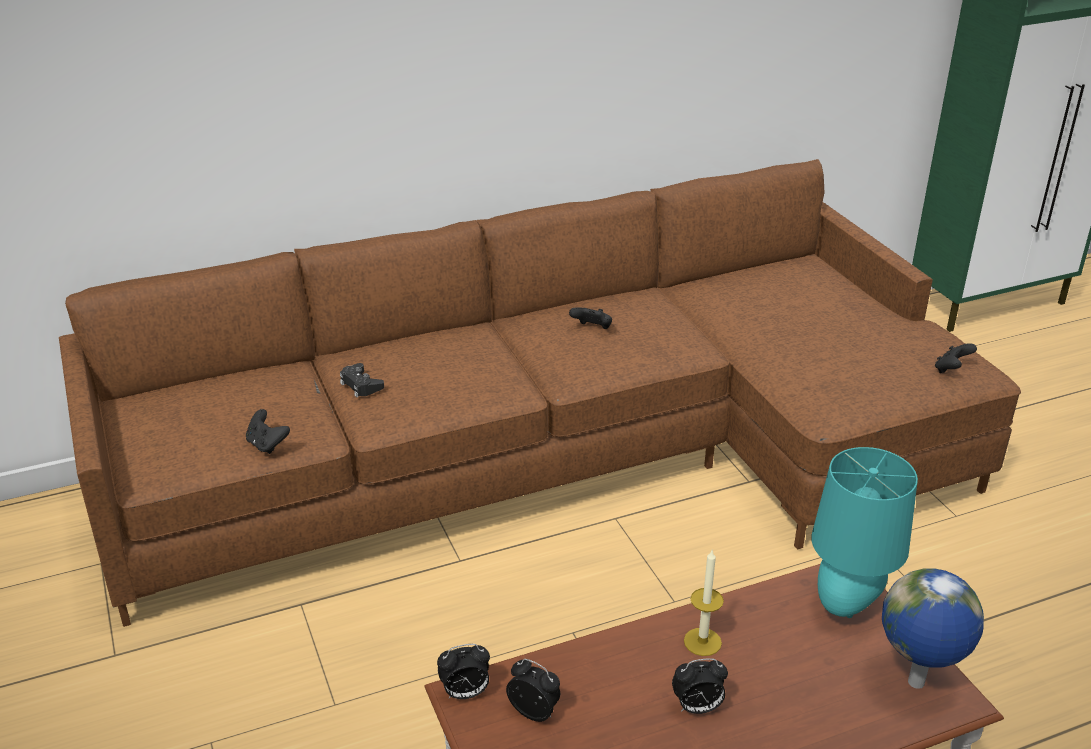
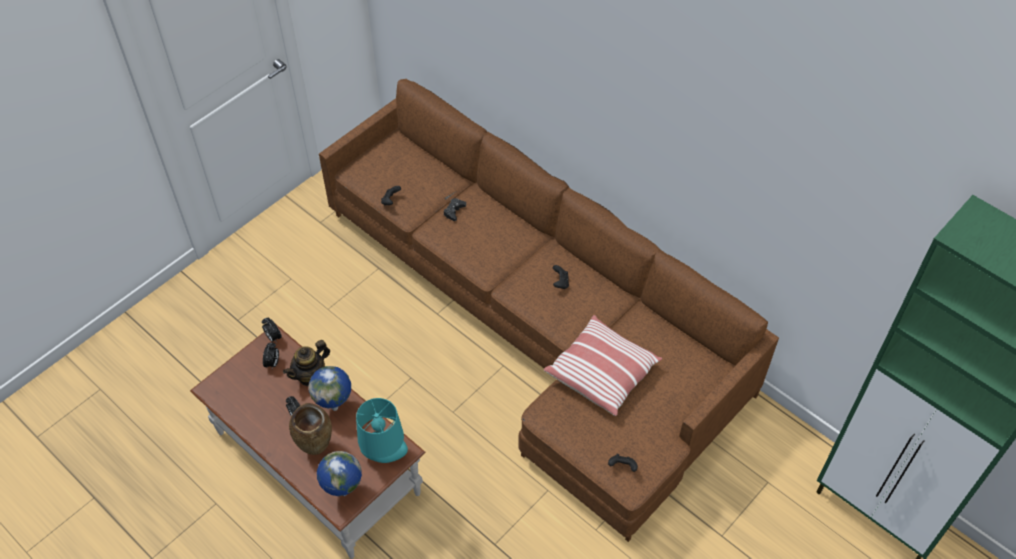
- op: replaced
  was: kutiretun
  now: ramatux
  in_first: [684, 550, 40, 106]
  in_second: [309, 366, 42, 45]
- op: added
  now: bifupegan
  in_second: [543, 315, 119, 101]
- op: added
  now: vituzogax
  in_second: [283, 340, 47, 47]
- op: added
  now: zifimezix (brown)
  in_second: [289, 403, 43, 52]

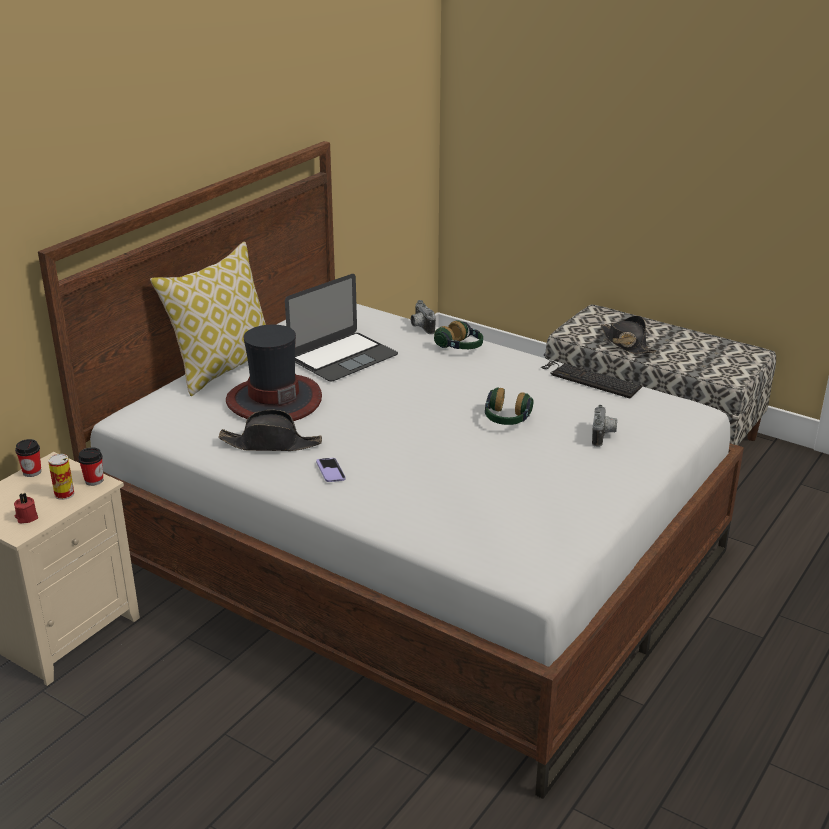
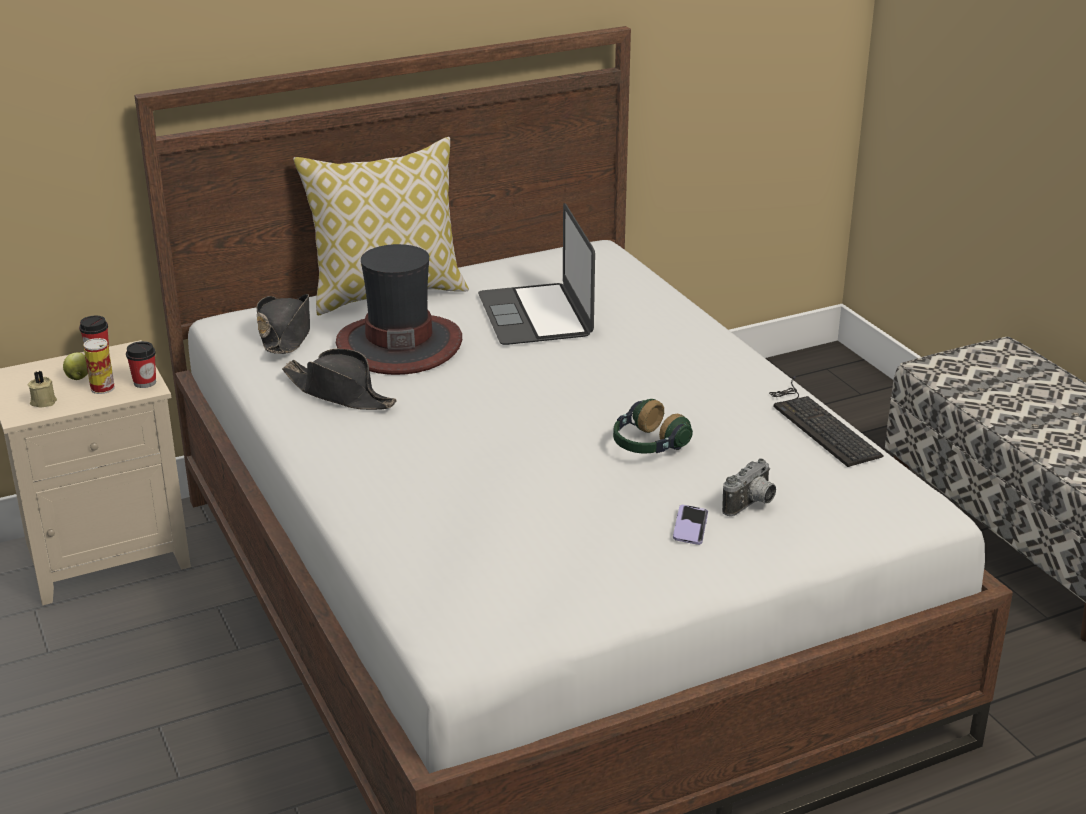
- op: turned
  was: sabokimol
  in_first: [285, 274, 113, 108]
  in_second: [478, 203, 117, 142]
  clockwise: 90
- op: removed
  was: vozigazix
  in_first: [411, 300, 25, 34]
- op: moved
  was: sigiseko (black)
  in_first: [600, 316, 57, 38]
  in_second: [256, 294, 54, 60]
- op: removed
  was: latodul
  in_first: [434, 320, 49, 29]
- op: moved
  was: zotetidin
  in_first: [316, 458, 30, 24]
  in_second: [673, 505, 35, 40]
- op: recoloured
  was: kutiretun (red)
  now: kutiretun (beige)
  in_first: [14, 493, 24, 30]
  in_second: [27, 371, 30, 37]
- op: added
  now: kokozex
  in_second: [63, 352, 25, 28]

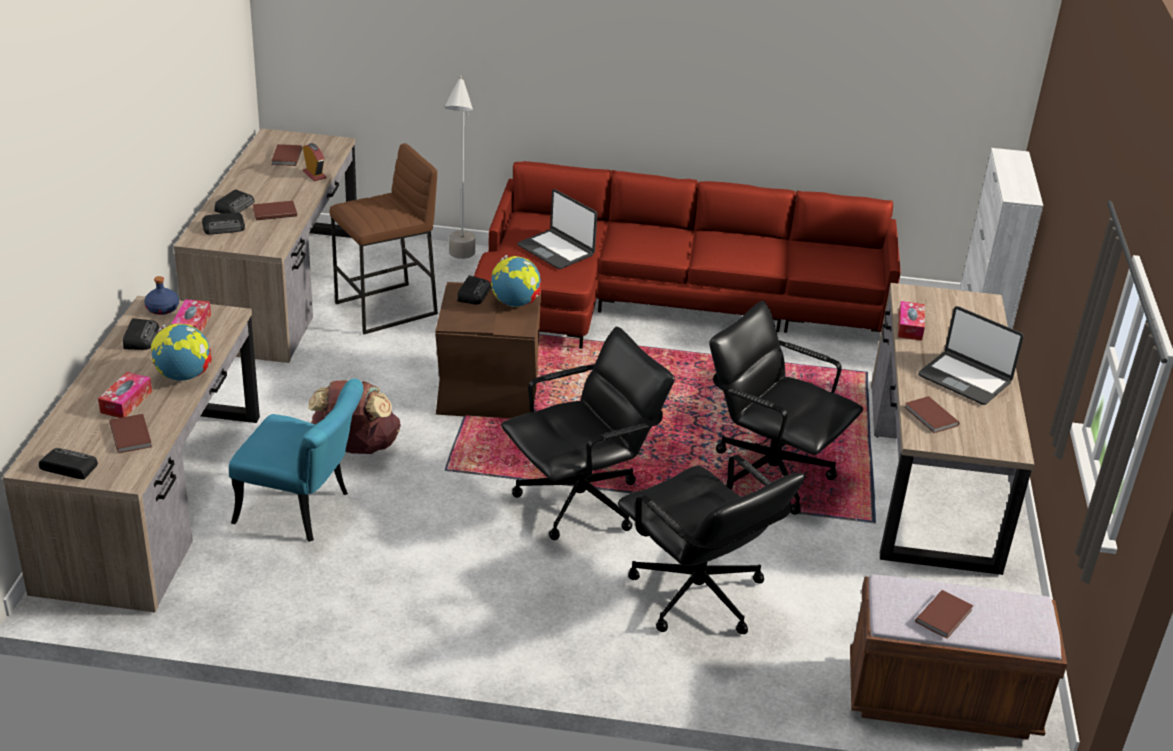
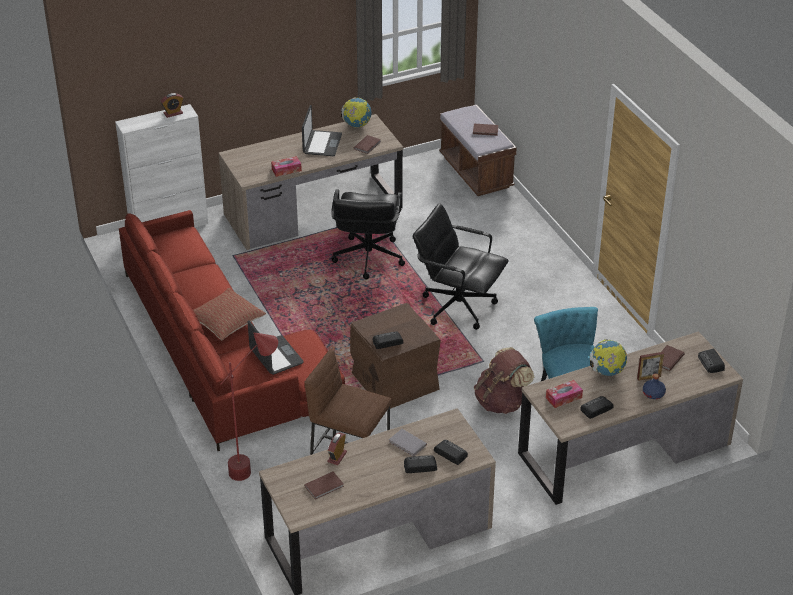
- op: recoloured
  was: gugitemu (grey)
  now: gugitemu (red)
  in_first: [444, 75, 31, 184]
  in_second: [220, 332, 58, 149]
- op: turned
  was: sabokimol
  in_first: [517, 189, 80, 80]
  in_second: [248, 321, 56, 54]
  clockwise: -45
- op: recoloured
  was: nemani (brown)
  now: nemani (grey)
  in_first: [253, 201, 44, 19]
  in_second: [389, 429, 38, 28]
- op: moved
  was: ramatux
  in_first: [491, 255, 50, 52]
  in_second: [341, 98, 30, 29]
- op: moved
  was: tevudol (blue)
  in_first: [144, 276, 35, 39]
  in_second: [643, 374, 23, 25]
- op: replaced
  was: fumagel
  now: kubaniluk
  in_first: [98, 372, 54, 46]
  in_second: [637, 352, 27, 29]
- op: removed
  was: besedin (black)
  in_first: [618, 455, 187, 179]
- op: added
  now: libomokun
  in_second: [161, 93, 22, 25]
- op: added
  now: bifupegan
  in_second: [193, 288, 73, 52]

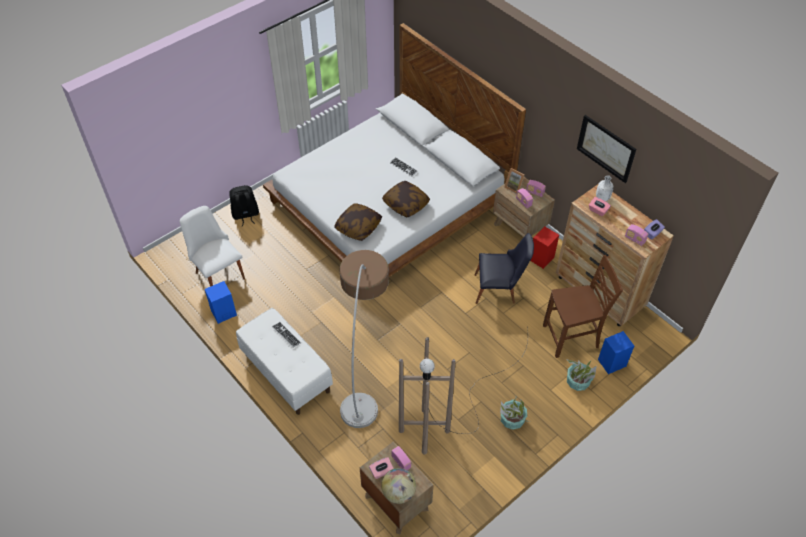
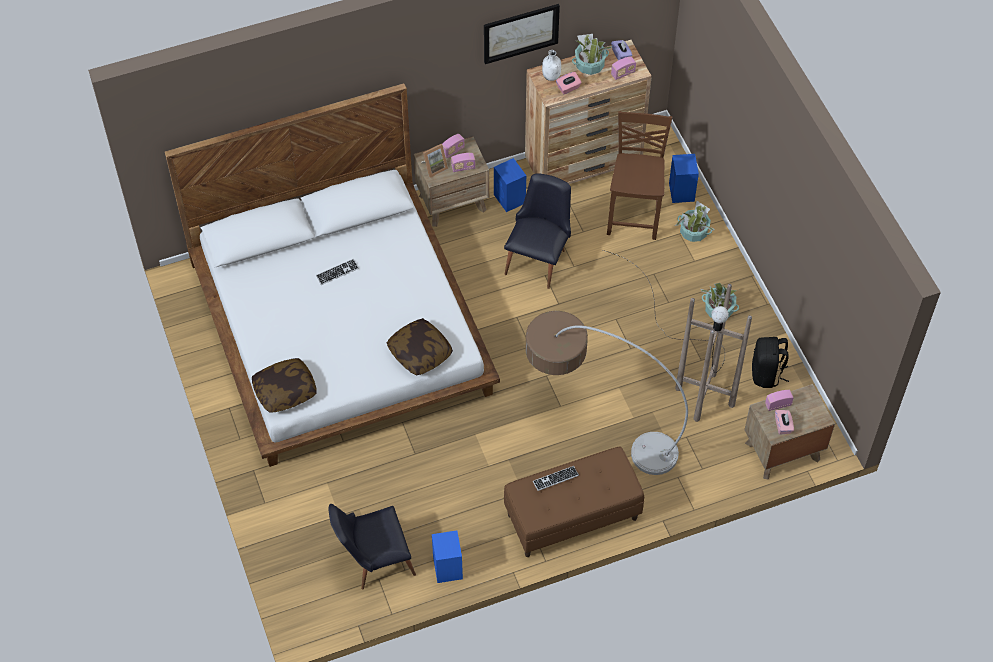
- op: moved
  was: bifupegan
  in_first: [382, 181, 48, 36]
  in_second: [252, 358, 65, 55]
- op: moved
  was: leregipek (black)
  in_first: [229, 185, 30, 42]
  in_second: [752, 337, 37, 51]
- op: recoloured
  was: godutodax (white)
  now: godutodax (black)
  in_first: [180, 206, 65, 81]
  in_second: [329, 504, 87, 85]
- op: recoloured
  was: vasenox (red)
  now: vasenox (blue)
  in_first: [530, 226, 29, 43]
  in_second: [494, 158, 32, 54]
- op: recoloured
  was: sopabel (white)
  now: sopabel (brown)
  in_first: [236, 308, 97, 107]
  in_second: [504, 446, 140, 111]
- op: removed
  was: ramatux
  in_first: [381, 468, 35, 36]
- op: added
  now: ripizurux
  in_second: [572, 34, 41, 41]

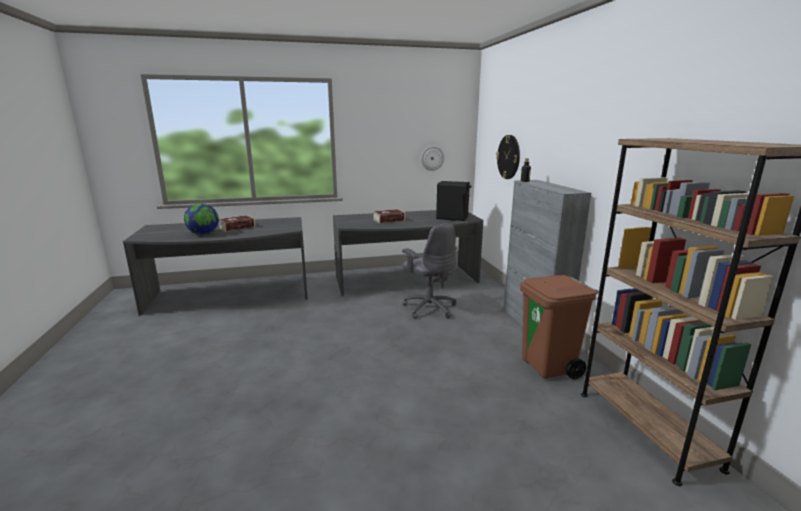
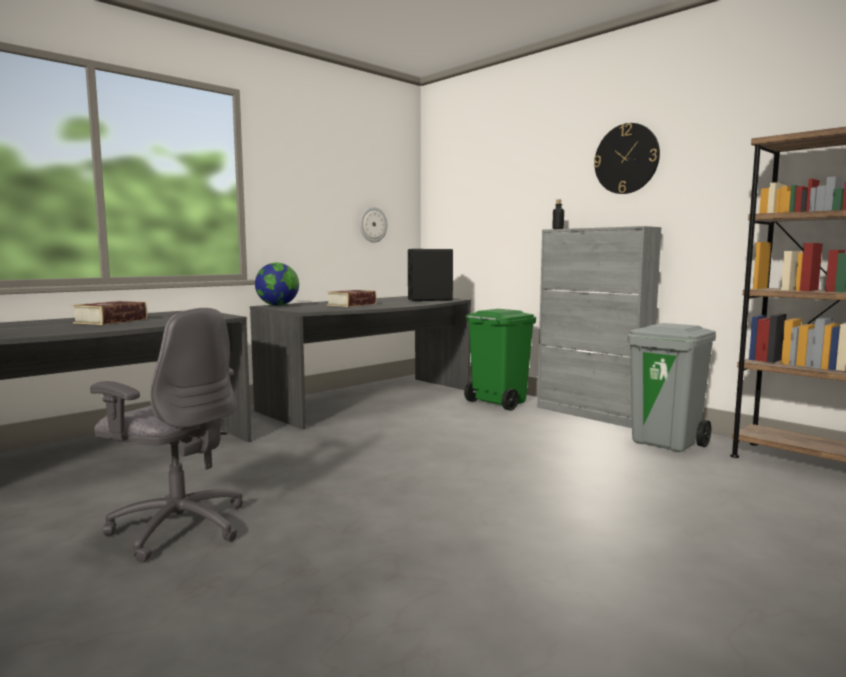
- op: moved
  was: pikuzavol
  in_first: [496, 135, 24, 44]
  in_second: [594, 123, 66, 71]
- op: moved
  was: ramatux
  in_first: [184, 203, 35, 32]
  in_second: [255, 263, 44, 43]
- op: moved
  was: besedin (grey)
  in_first: [402, 223, 55, 96]
  in_second: [90, 308, 153, 255]
- op: recoloured
  was: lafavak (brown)
  now: lafavak (grey)
  in_first: [520, 275, 79, 104]
  in_second: [627, 323, 89, 129]
- op: added
  now: lafavak (green)
  in_second: [464, 309, 72, 102]

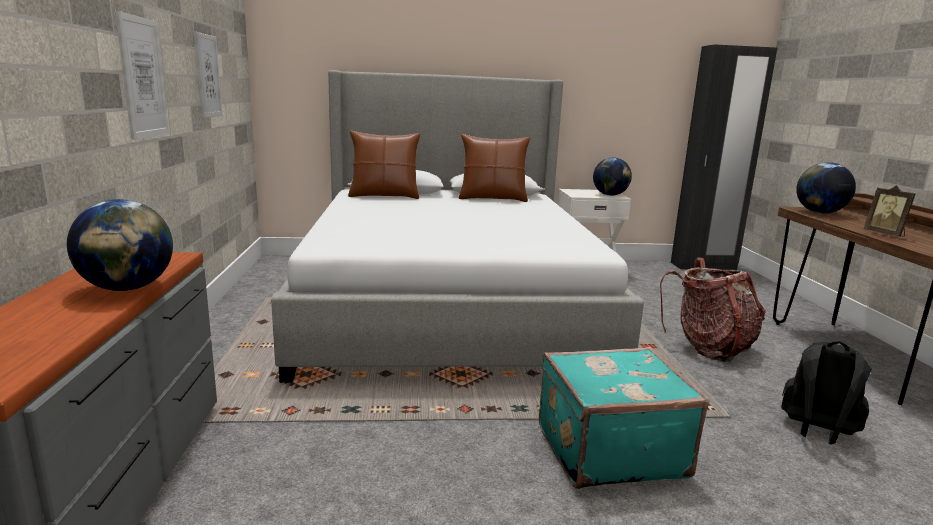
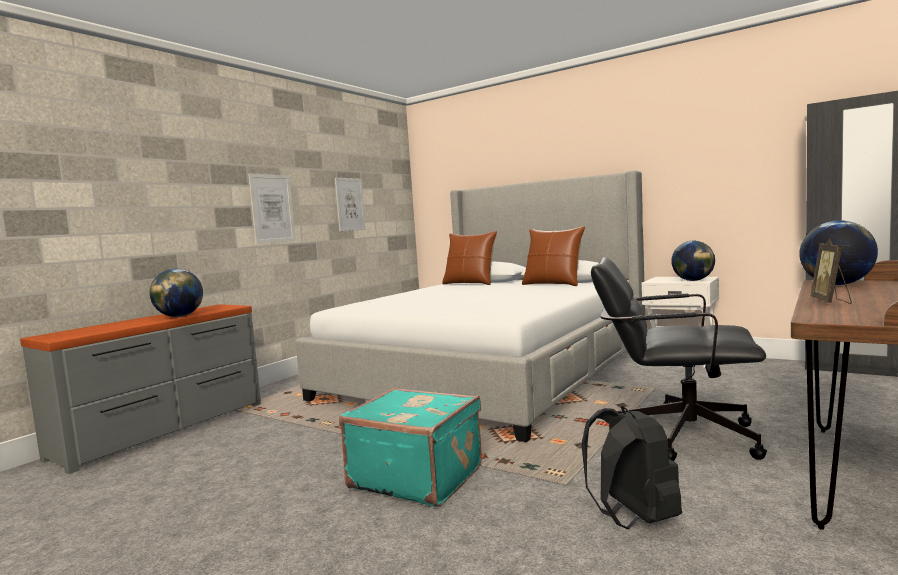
- op: replaced
  was: leregipek
  now: besedin (black)
  in_first: [660, 257, 106, 105]
  in_second: [591, 257, 176, 204]

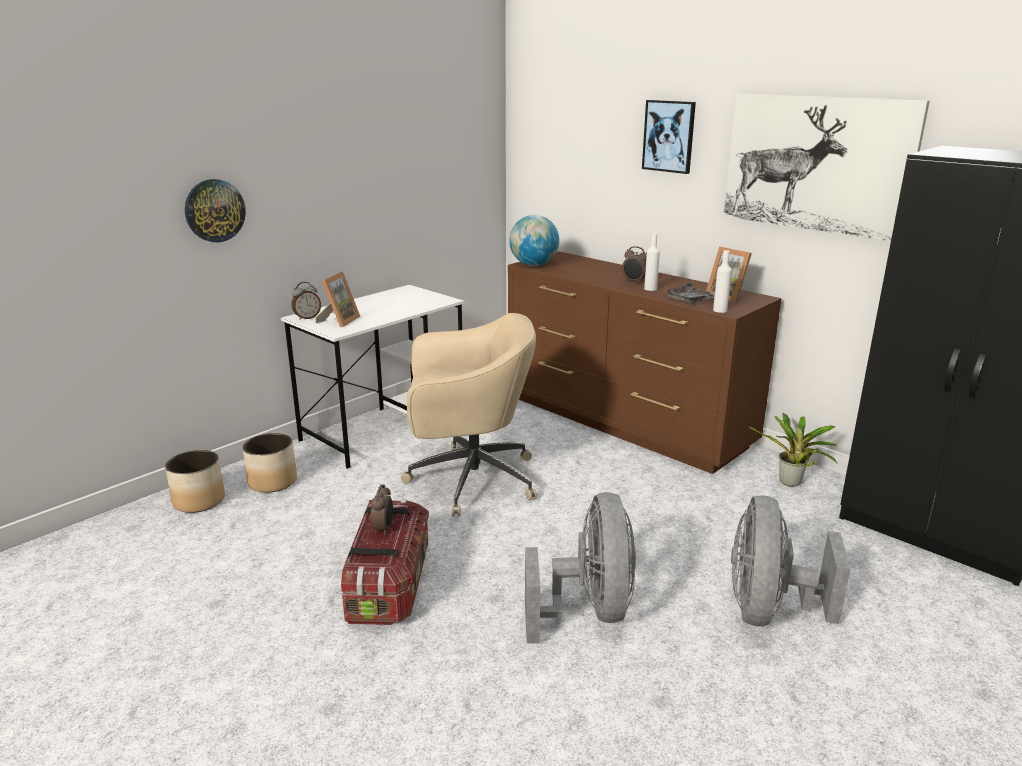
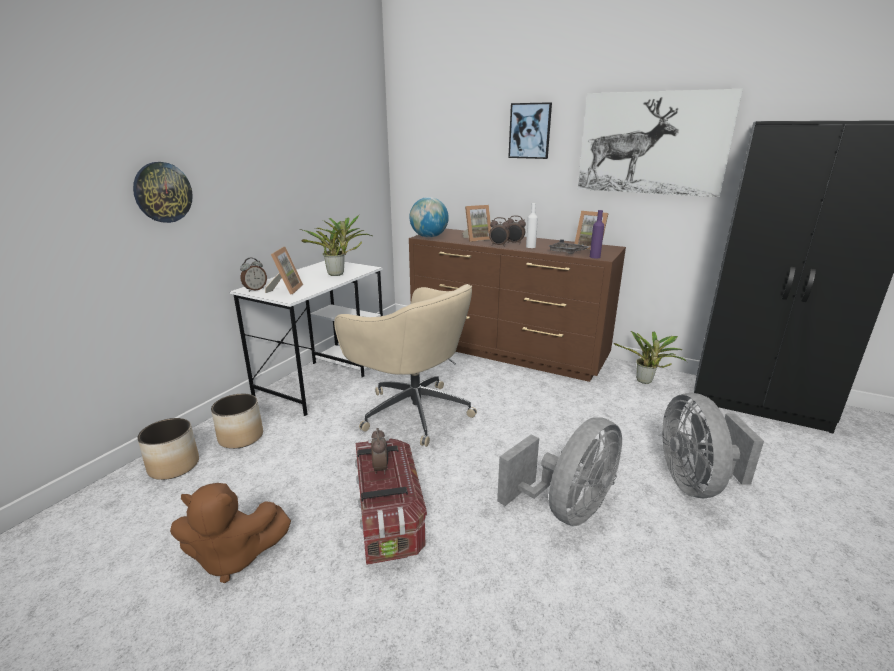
- op: recoloured
  was: tevudol (white)
  now: tevudol (purple)
  in_first: [713, 250, 19, 63]
  in_second: [590, 210, 14, 48]
- op: turned
  was: besedin (beige)
  in_first: [401, 313, 136, 204]
  in_second: [334, 284, 143, 163]
  clockwise: 60
- op: turned
  was: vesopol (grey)
  in_first: [525, 492, 111, 151]
  in_second: [497, 417, 125, 109]
  clockwise: 60
- op: added
  now: kubaniluk
  in_second: [463, 205, 28, 37]
- op: added
  now: ripizurux
  in_second: [300, 214, 73, 62]
- op: added
  now: libomokun
  in_second: [489, 217, 21, 30]
- op: added
  now: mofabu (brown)
  in_second: [170, 483, 121, 100]

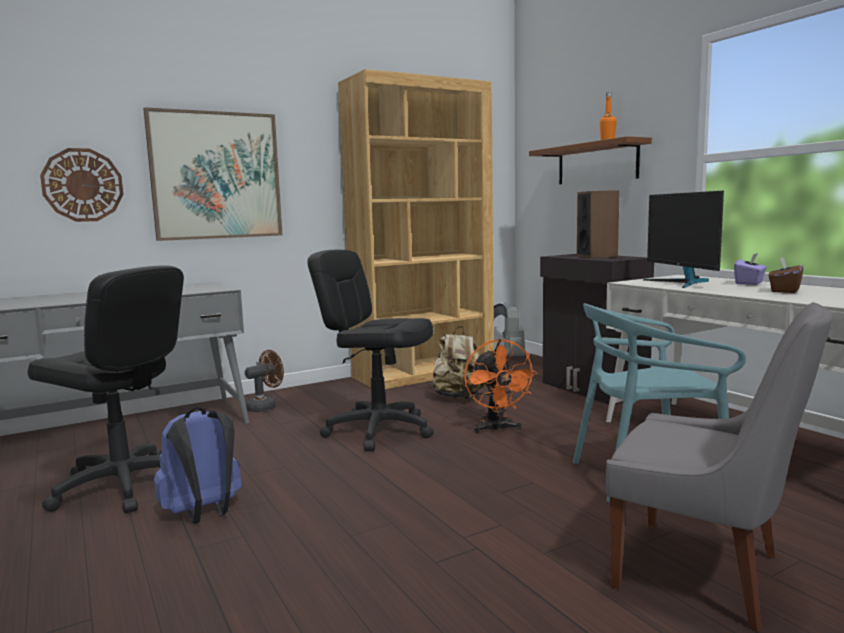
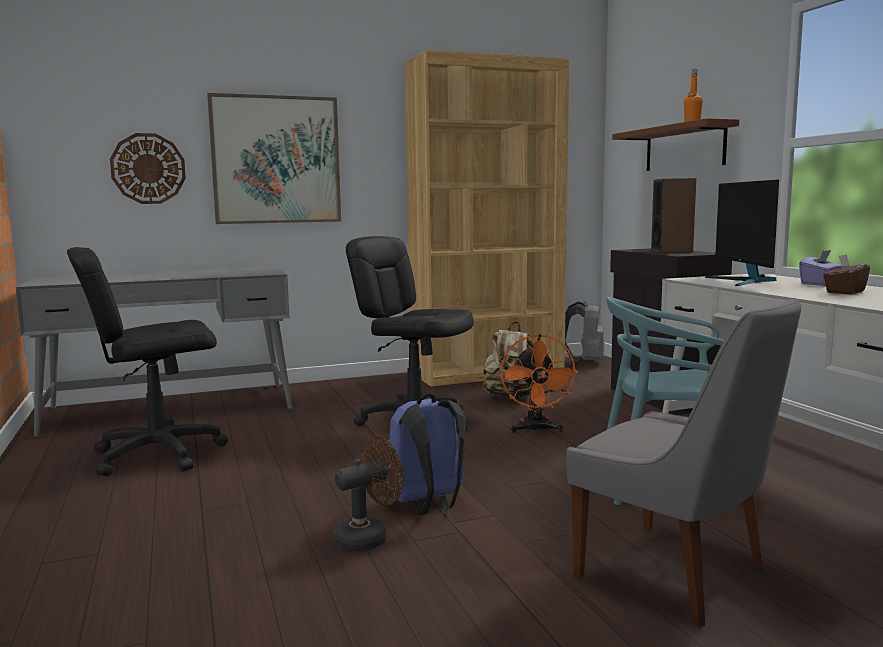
- op: turned
  was: besedin (black)
  in_first: [28, 265, 156, 248]
  in_second: [67, 247, 161, 229]
  clockwise: 120
- op: moved
  was: vesopol (brown)
  in_first: [245, 350, 39, 62]
  in_second: [333, 437, 70, 114]
- op: moved
  was: leregipek (blue)
  in_first: [154, 407, 87, 117]
  in_second: [387, 394, 79, 121]

